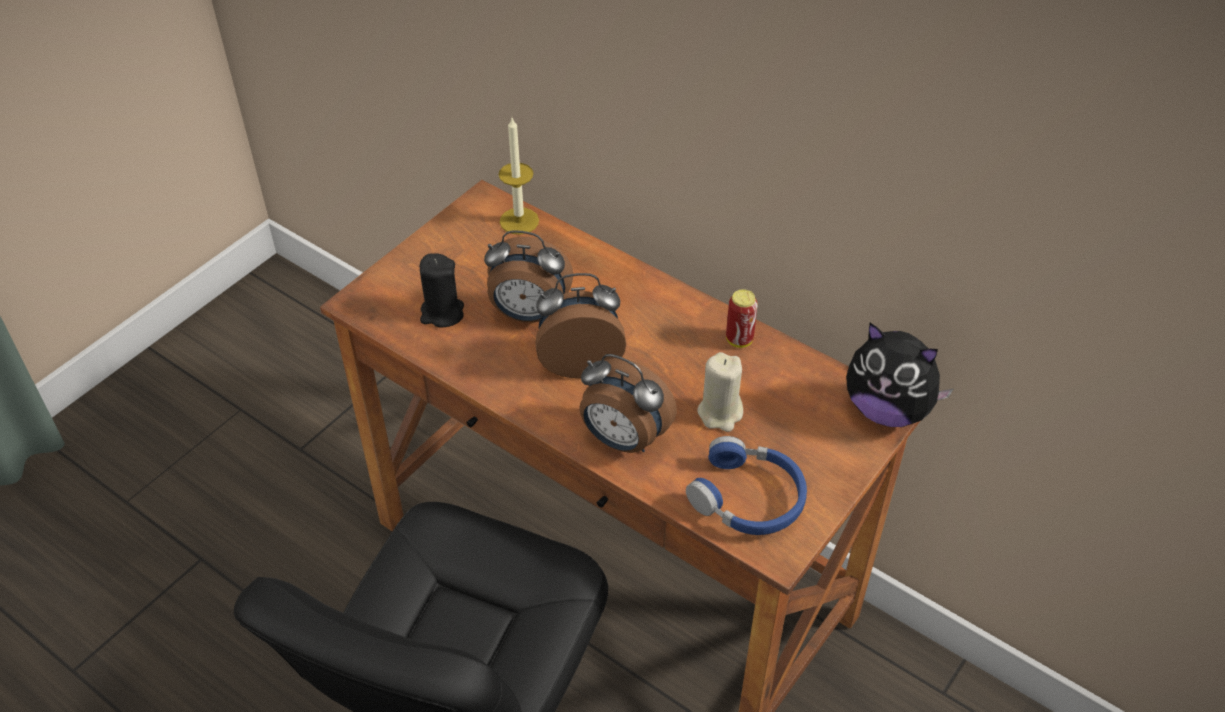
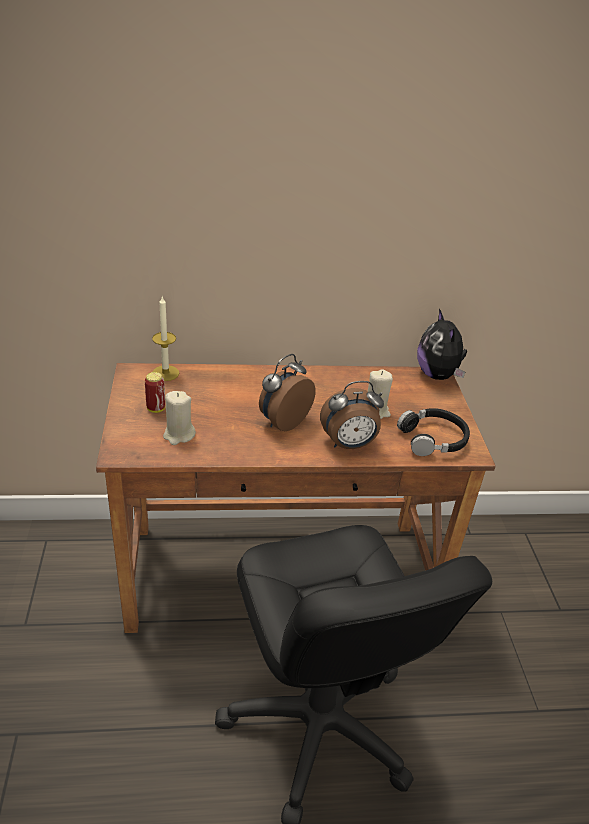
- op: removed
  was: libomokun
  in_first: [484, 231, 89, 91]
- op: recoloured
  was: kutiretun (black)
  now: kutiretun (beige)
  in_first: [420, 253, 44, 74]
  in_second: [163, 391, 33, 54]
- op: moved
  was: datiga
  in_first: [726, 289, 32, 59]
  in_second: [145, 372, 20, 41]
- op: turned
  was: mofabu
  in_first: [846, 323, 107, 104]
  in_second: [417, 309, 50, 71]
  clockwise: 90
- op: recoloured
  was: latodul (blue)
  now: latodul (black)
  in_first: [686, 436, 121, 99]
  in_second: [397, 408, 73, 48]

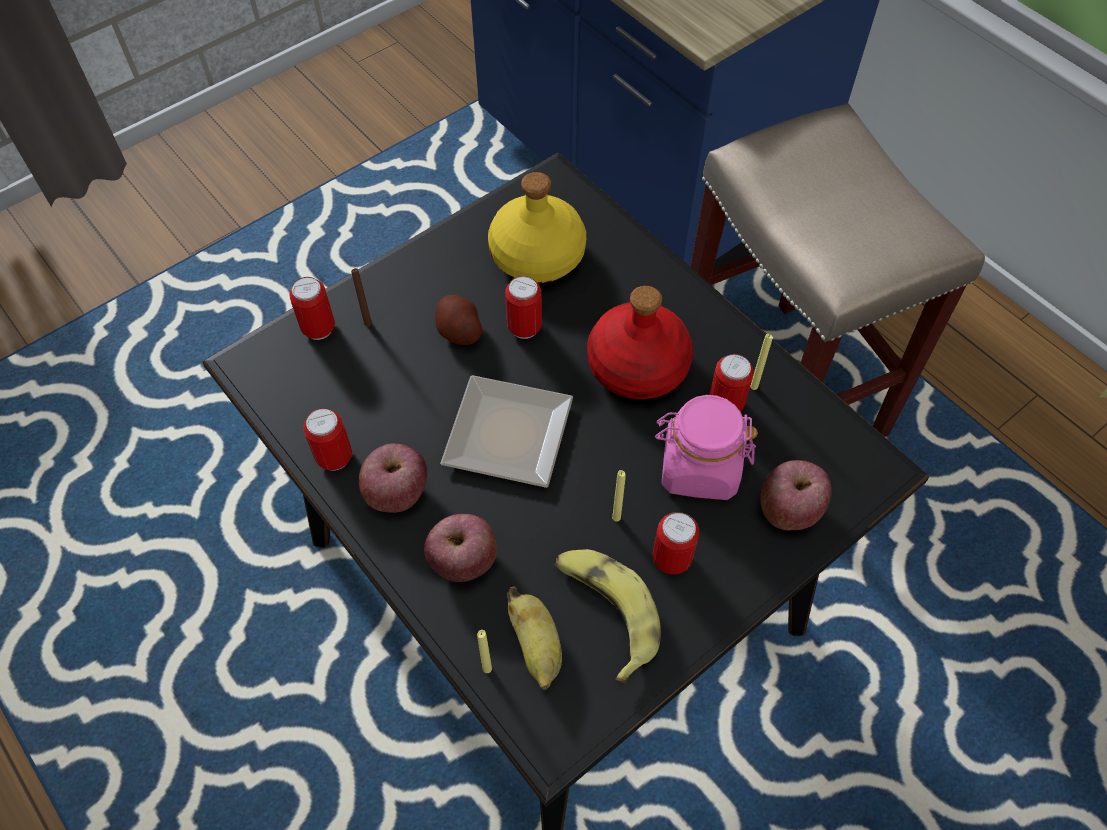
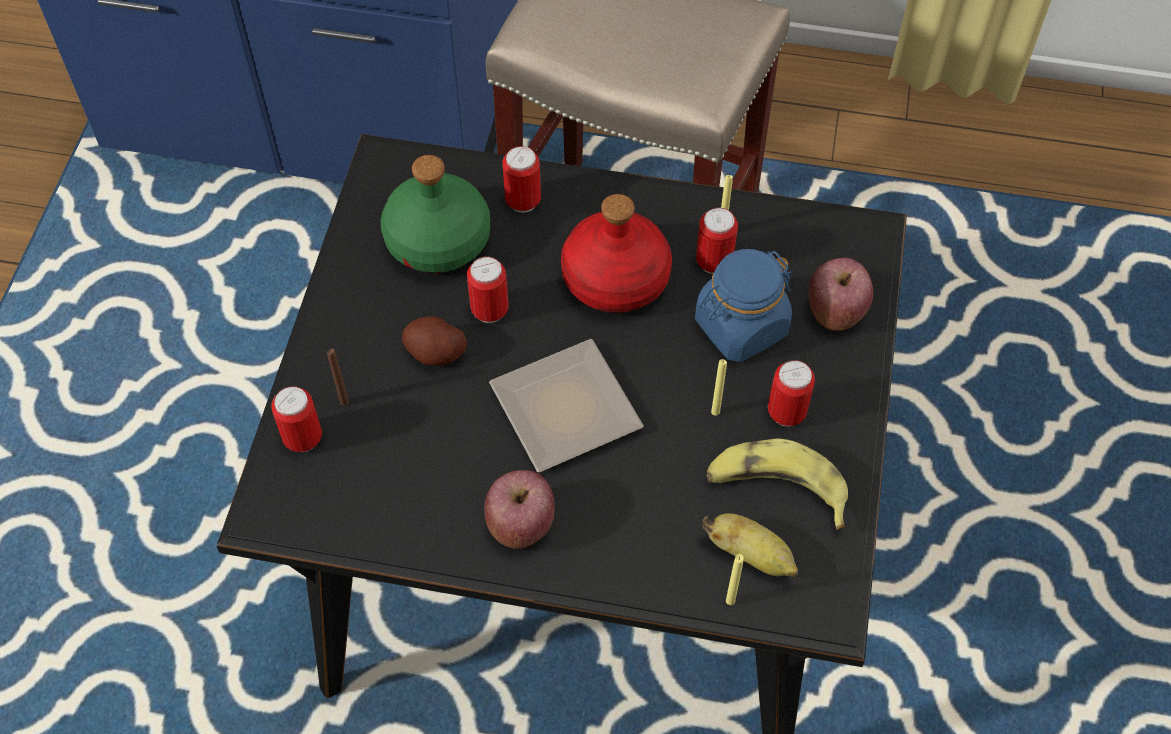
- op: recoloured
  was: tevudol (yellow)
  now: tevudol (green)
  in_first: [488, 172, 98, 111]
  in_second: [381, 155, 109, 118]
- op: recoloured
  was: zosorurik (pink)
  now: zosorurik (blue)
  in_first: [655, 395, 103, 105]
  in_second: [695, 249, 97, 113]
- op: moved
  was: datiga
  in_first: [303, 408, 49, 63]
  in_second: [502, 146, 39, 67]
- op: removed
  was: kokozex
  in_first: [424, 514, 73, 68]

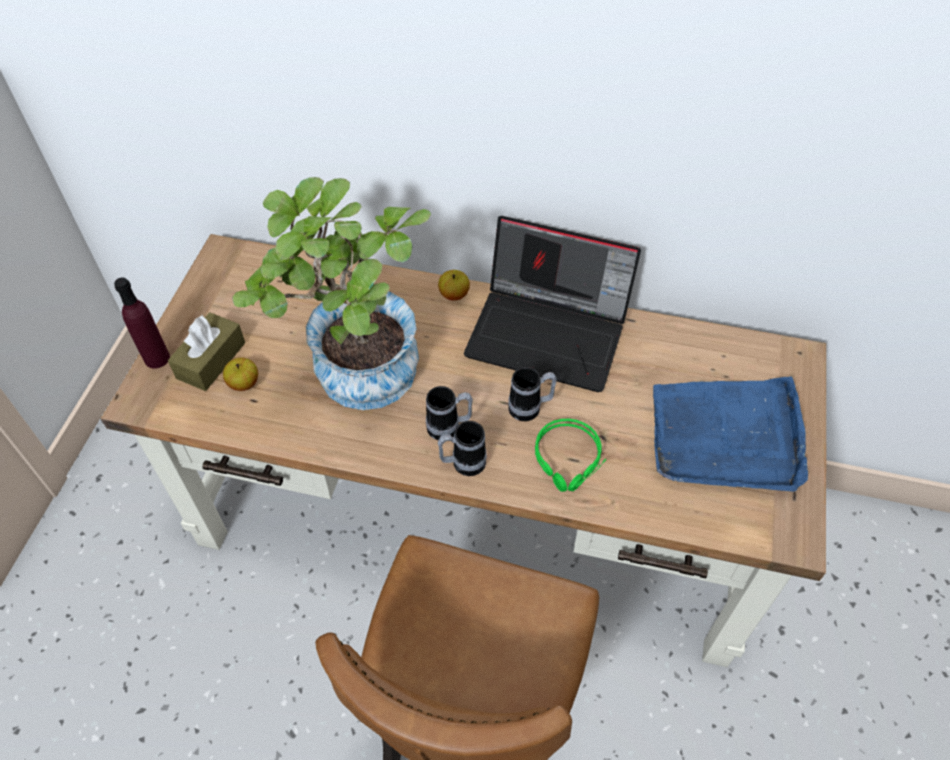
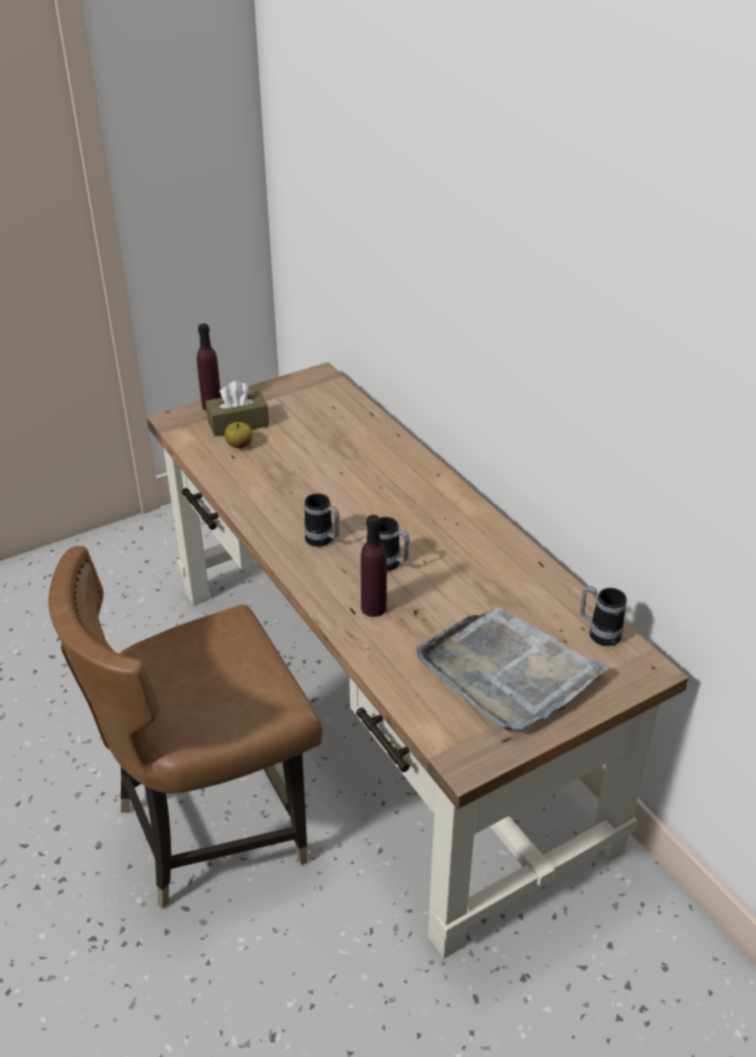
- op: removed
  was: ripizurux
  in_first: [232, 177, 199, 233]
- op: removed
  was: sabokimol
  in_first: [464, 216, 177, 176]
- op: removed
  was: kokozex
  in_first: [438, 270, 32, 31]
- op: recoloured
  was: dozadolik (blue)
  now: dozadolik (grey)
  in_first: [653, 377, 155, 115]
  in_second: [416, 607, 194, 124]
- op: replaced
  was: latodul (green)
  now: tevudol (purple)
  in_first: [535, 419, 71, 73]
  in_second: [361, 515, 26, 102]
- op: moved
  was: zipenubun
  in_first: [438, 421, 49, 55]
  in_second: [580, 586, 47, 60]

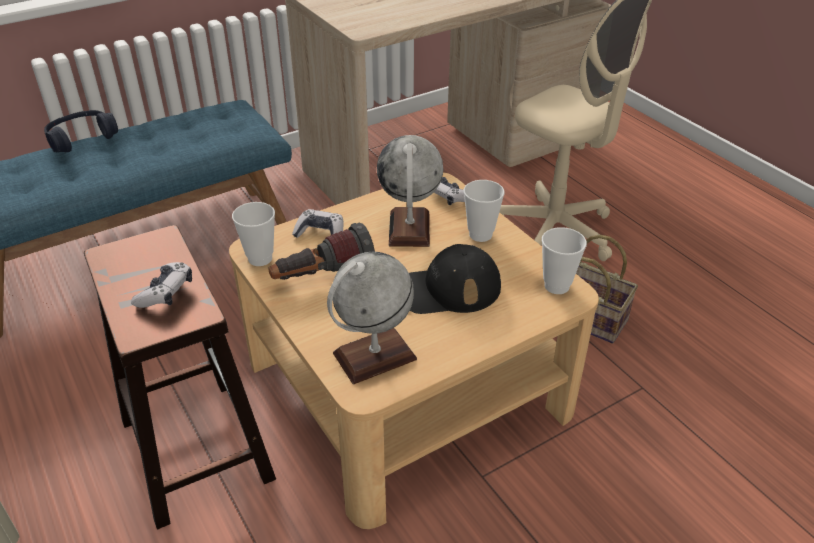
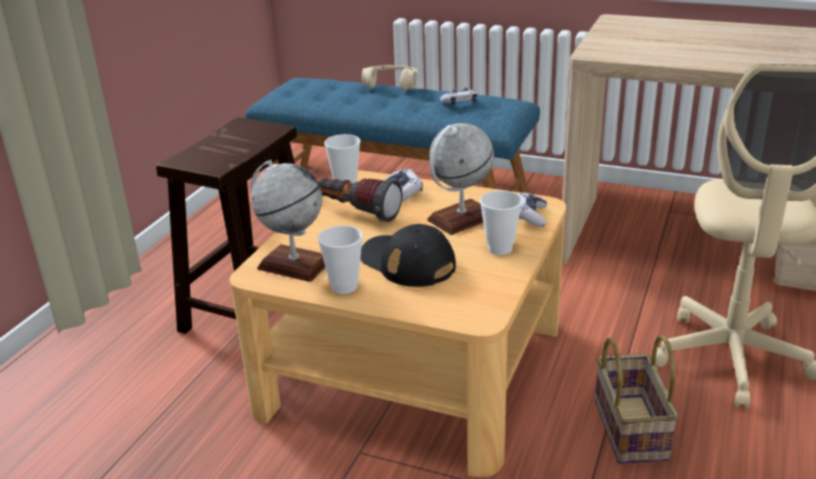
- op: recoloured
  was: latodul (blue)
  now: latodul (beige)
  in_first: [44, 110, 74, 43]
  in_second: [362, 65, 56, 25]
- op: moved
  was: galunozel
  in_first: [542, 227, 45, 67]
  in_second: [318, 225, 45, 69]
- op: moved
  was: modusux
  in_first: [131, 262, 61, 46]
  in_second: [440, 88, 37, 17]

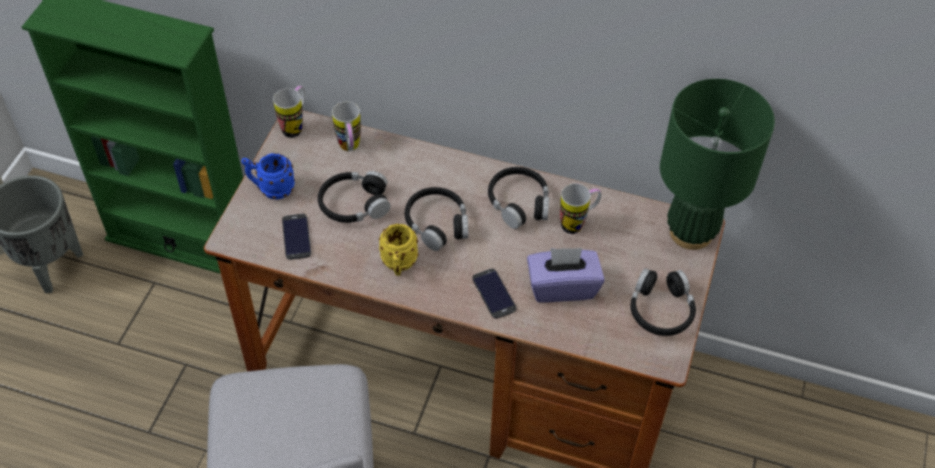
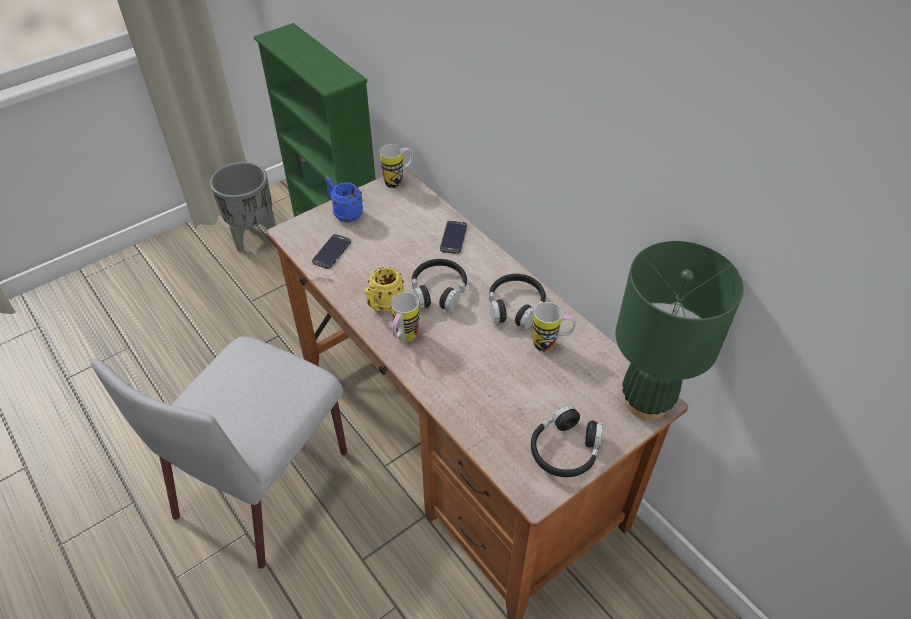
- op: moved
  was: zipenubun
  in_first: [332, 101, 29, 50]
  in_second: [391, 292, 28, 50]
- op: removed
  was: latodul (black)
  in_first: [318, 171, 72, 52]
- op: removed
  was: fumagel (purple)
  in_first: [527, 248, 77, 55]
- op: moved
  was: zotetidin
  in_first: [472, 269, 44, 49]
  in_second: [440, 221, 27, 33]

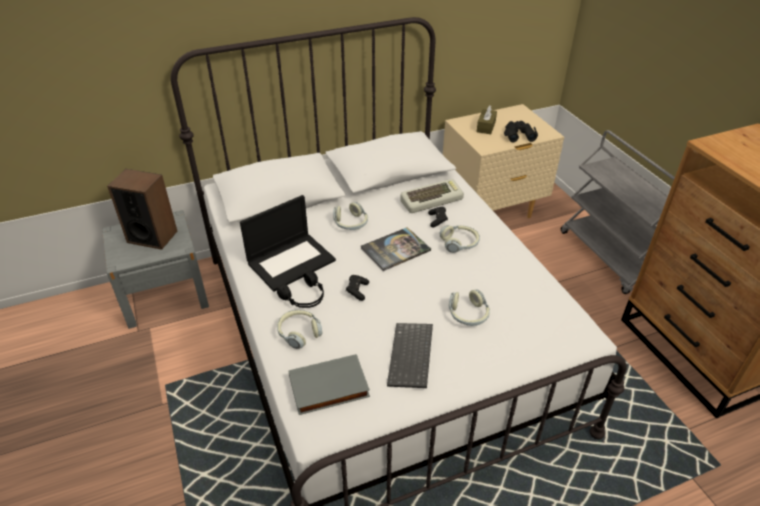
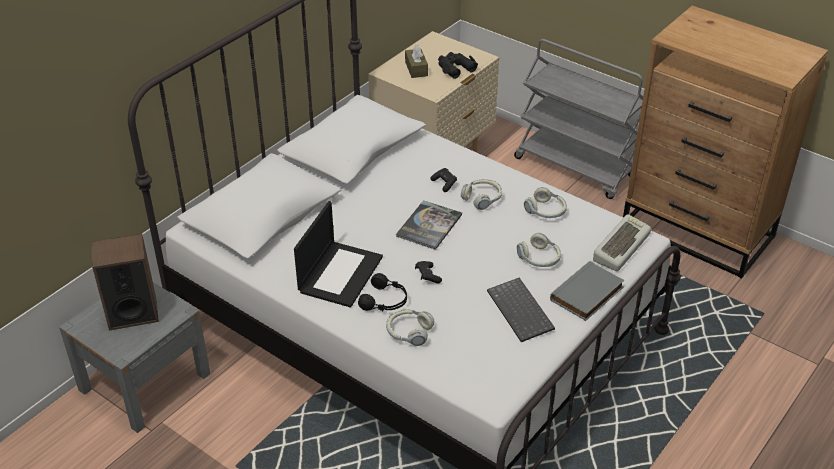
- op: moved
  was: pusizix
  in_first: [400, 179, 64, 34]
  in_second: [593, 214, 58, 57]
- op: moved
  was: latodul
  in_first: [333, 202, 35, 28]
  in_second: [524, 187, 43, 31]
- op: moved
  was: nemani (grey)
  in_first: [289, 354, 81, 61]
  in_second: [550, 261, 75, 60]

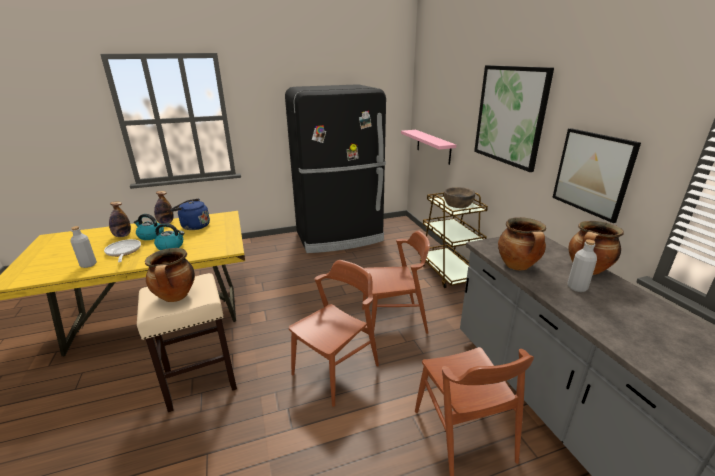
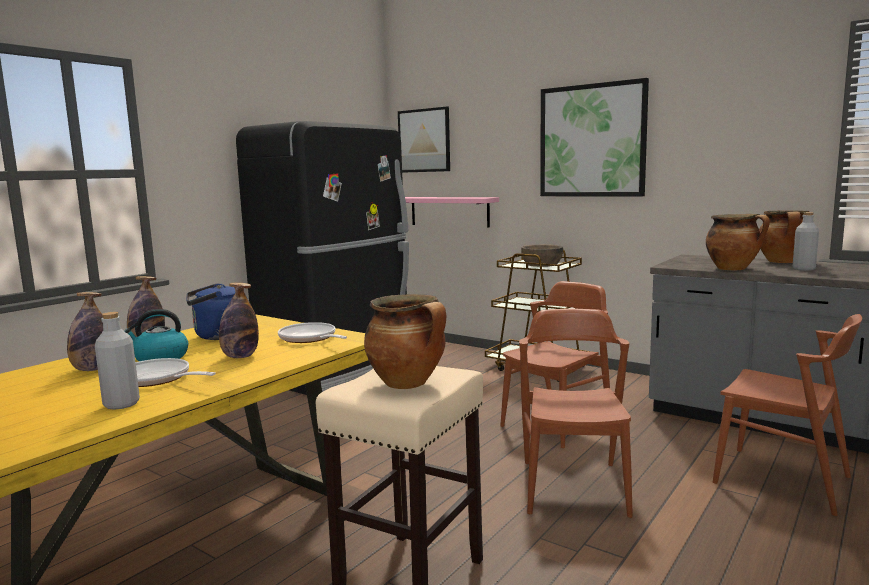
- op: moved
  was: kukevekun
  in_first: [552, 128, 89, 95]
  in_second: [398, 107, 52, 66]
- op: replaced
  was: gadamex
  now: tevudol
  in_first: [154, 223, 30, 27]
  in_second: [219, 283, 40, 75]
- op: added
  now: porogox
  in_second: [278, 322, 69, 21]

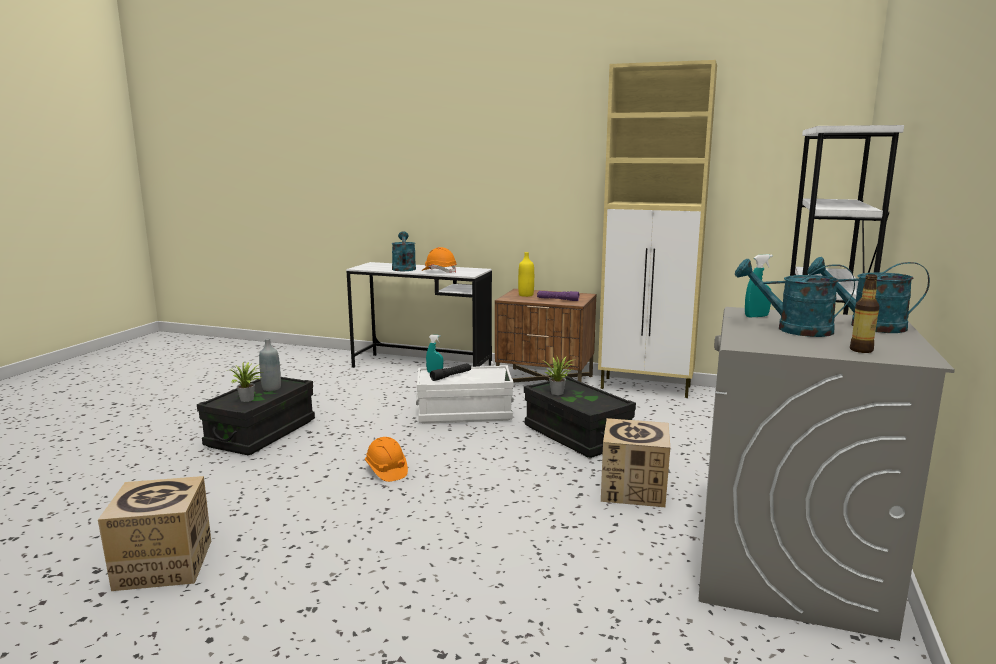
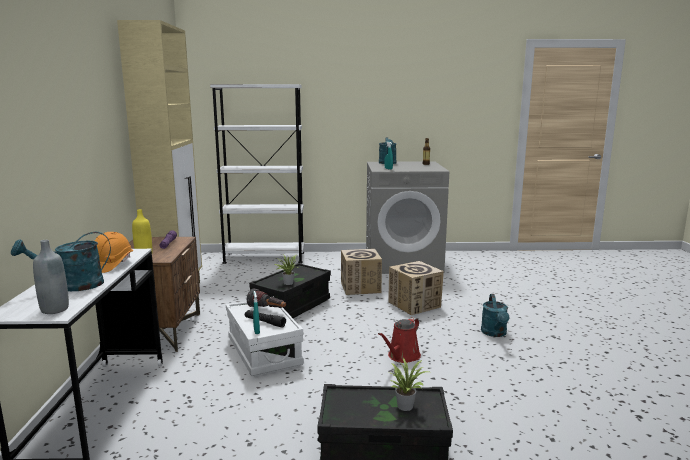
- op: moved
  was: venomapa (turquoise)
  in_first: [735, 258, 120, 79]
  in_second: [481, 294, 28, 43]
- op: moved
  was: tevudol (grey)
  in_first: [259, 338, 22, 53]
  in_second: [33, 240, 36, 74]
- op: replaced
  was: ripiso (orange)
  now: venomapa (red)
  in_first: [365, 437, 43, 45]
  in_second: [378, 317, 43, 46]
- op: moved
  was: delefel
  in_first: [98, 476, 113, 115]
  in_second: [388, 261, 56, 54]
- op: added
  now: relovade
  in_second: [247, 288, 39, 20]

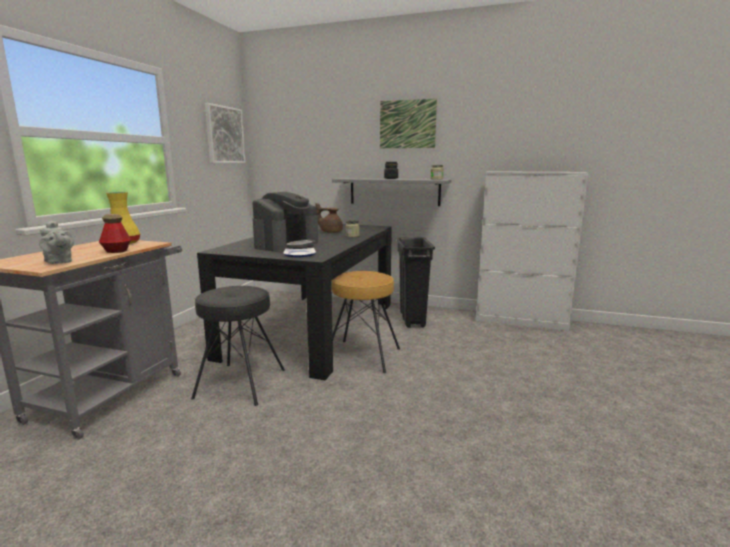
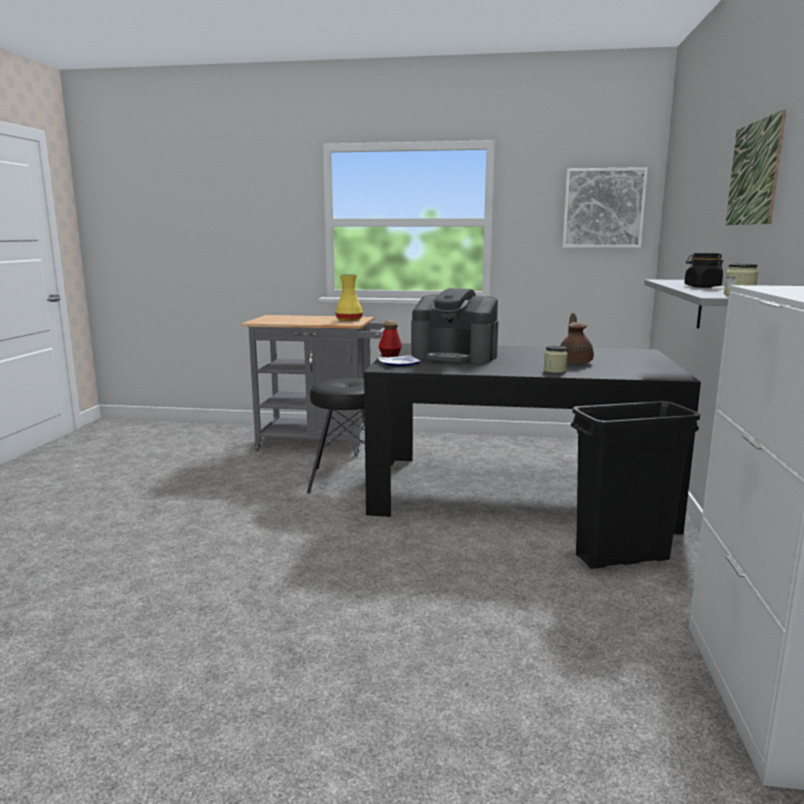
- op: moved
  was: tevudol
  in_first: [99, 214, 32, 39]
  in_second: [378, 320, 24, 37]
- op: removed
  was: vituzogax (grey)
  in_first: [39, 221, 35, 43]
- op: removed
  was: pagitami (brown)
  in_first: [332, 271, 68, 102]

